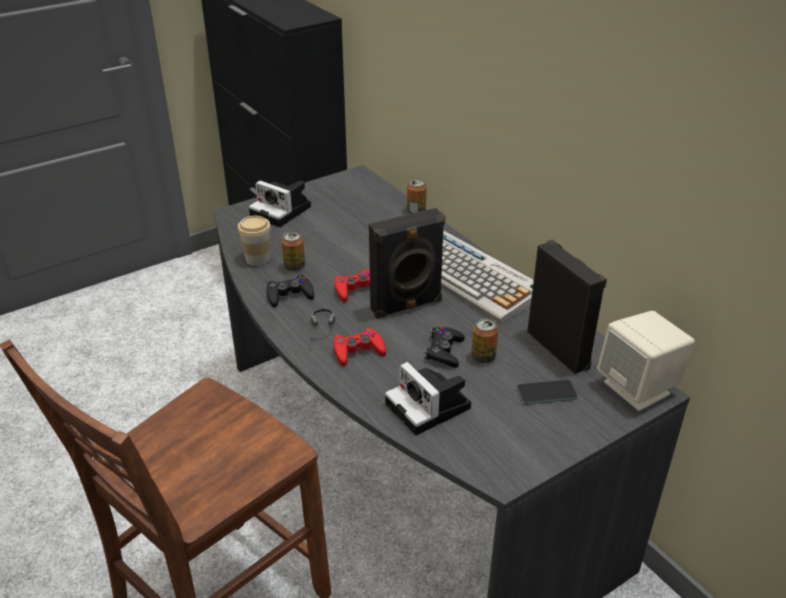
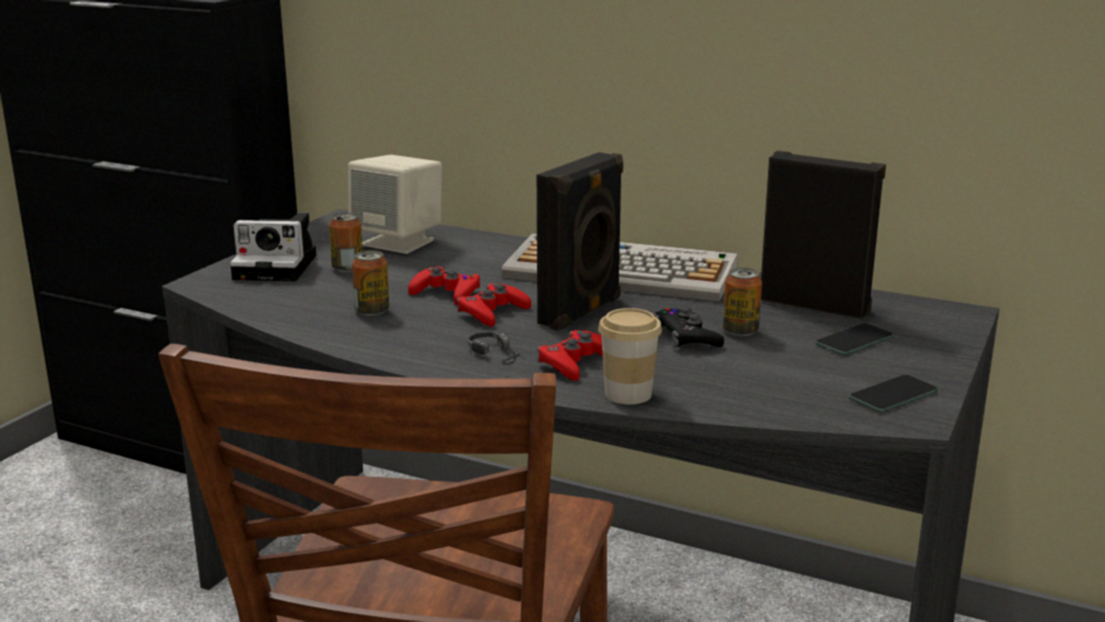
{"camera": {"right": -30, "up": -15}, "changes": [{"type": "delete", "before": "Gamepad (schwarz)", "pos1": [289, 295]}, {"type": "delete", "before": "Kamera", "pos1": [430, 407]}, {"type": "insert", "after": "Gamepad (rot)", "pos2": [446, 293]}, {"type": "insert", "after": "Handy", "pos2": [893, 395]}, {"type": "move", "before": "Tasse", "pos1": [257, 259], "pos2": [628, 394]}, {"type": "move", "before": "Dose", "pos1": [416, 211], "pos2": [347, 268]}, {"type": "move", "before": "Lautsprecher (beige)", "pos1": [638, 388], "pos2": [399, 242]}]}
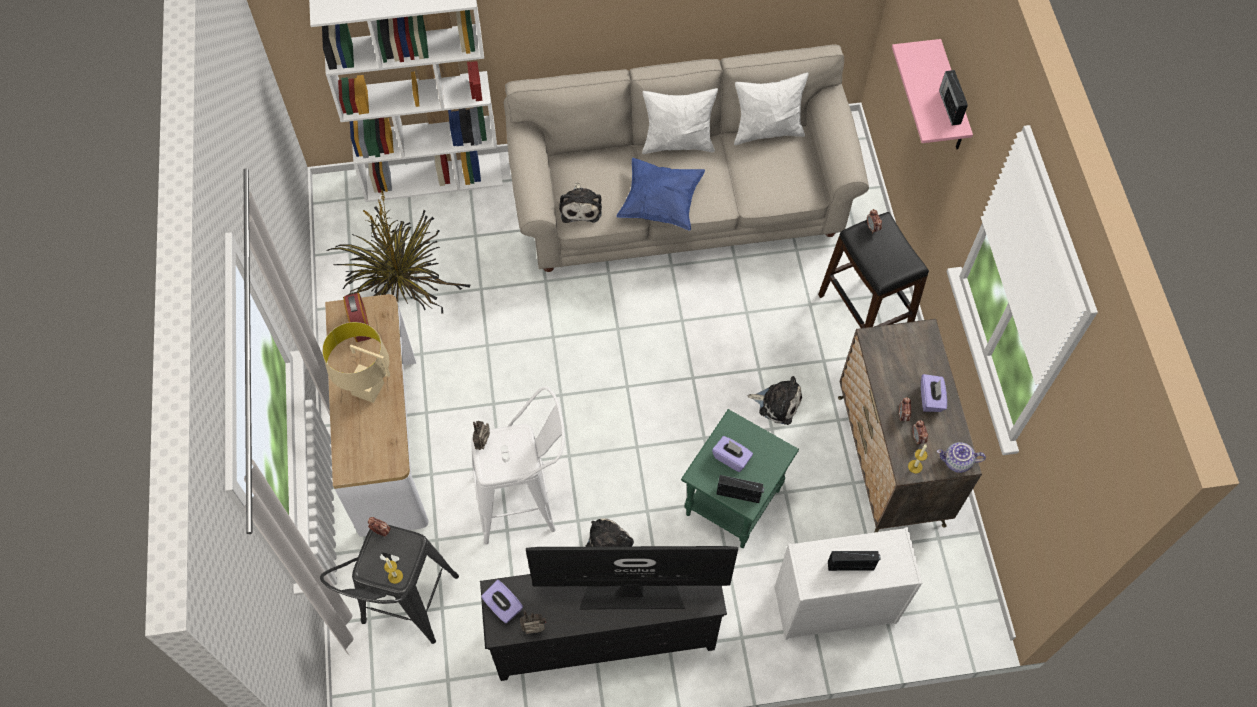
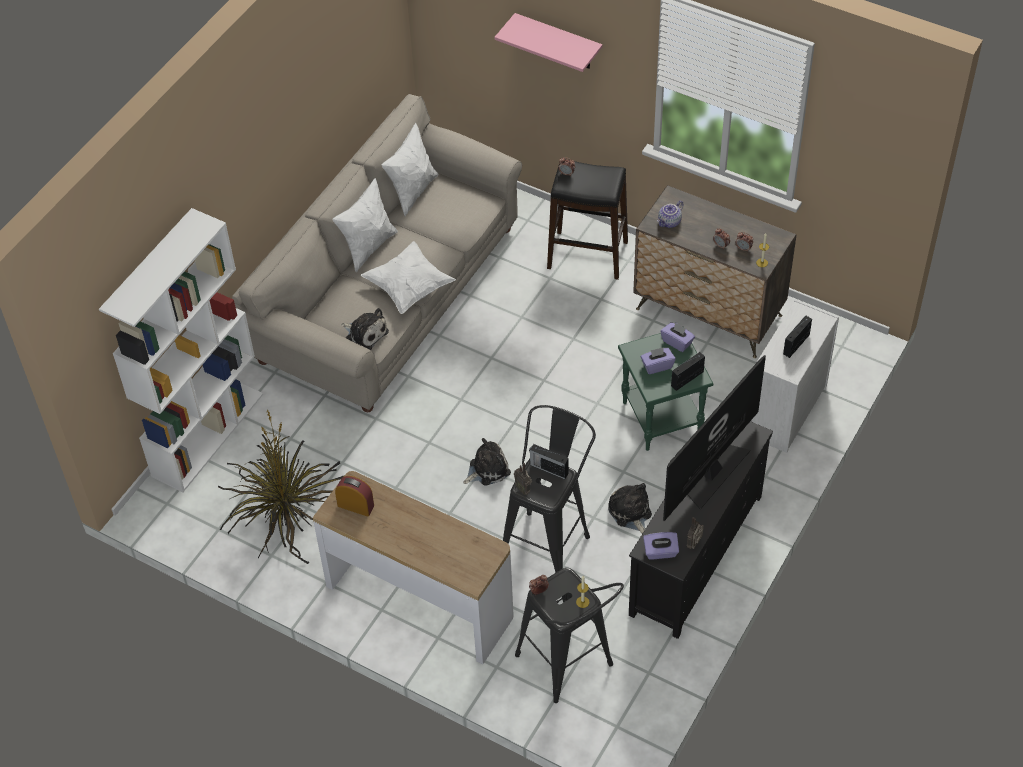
{"camera": {"right": -50, "up": -10}, "changes": [{"type": "delete", "before": "Tischlampe (beige)", "pos1": [369, 390]}, {"type": "move", "before": "Plüschtier", "pos1": [777, 403], "pos2": [487, 469]}, {"type": "move", "before": "Taschentuchbox (lila)", "pos1": [931, 399], "pos2": [677, 342]}, {"type": "move", "before": "Teekanne", "pos1": [956, 462], "pos2": [669, 222]}, {"type": "move", "before": "Radio", "pos1": [949, 106], "pos2": [548, 468]}, {"type": "recolor", "before": "Hocker (weiß)", "after": "Hocker (schwarz)", "pos1": [525, 501], "pos2": [549, 541]}, {"type": "recolor", "before": "Kissen (blau)", "after": "Kissen (weiß)", "pos1": [660, 203], "pos2": [409, 288]}]}
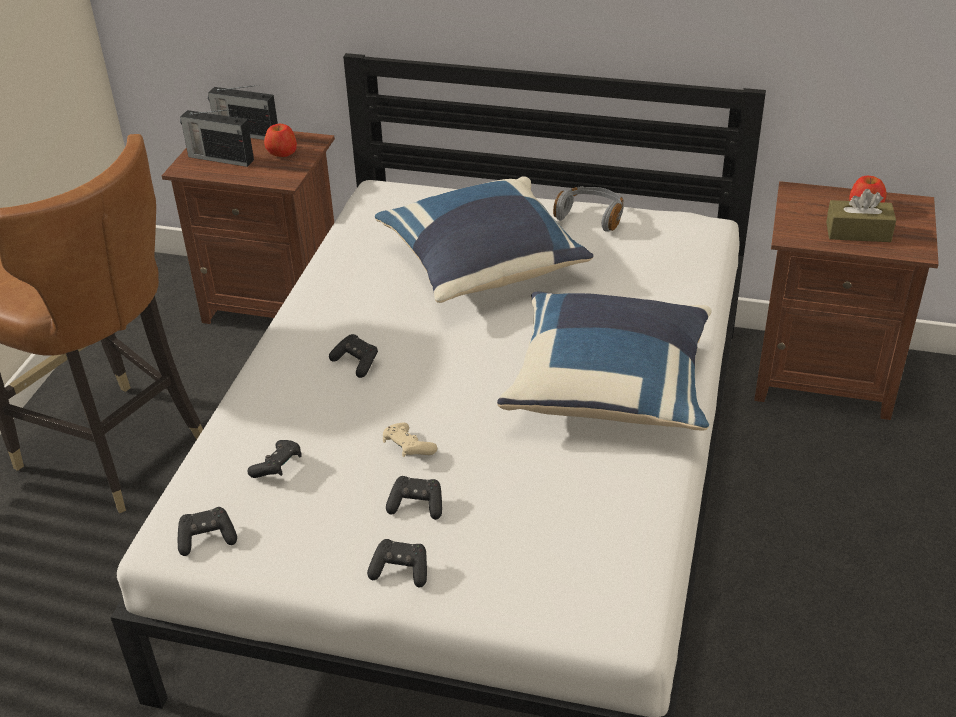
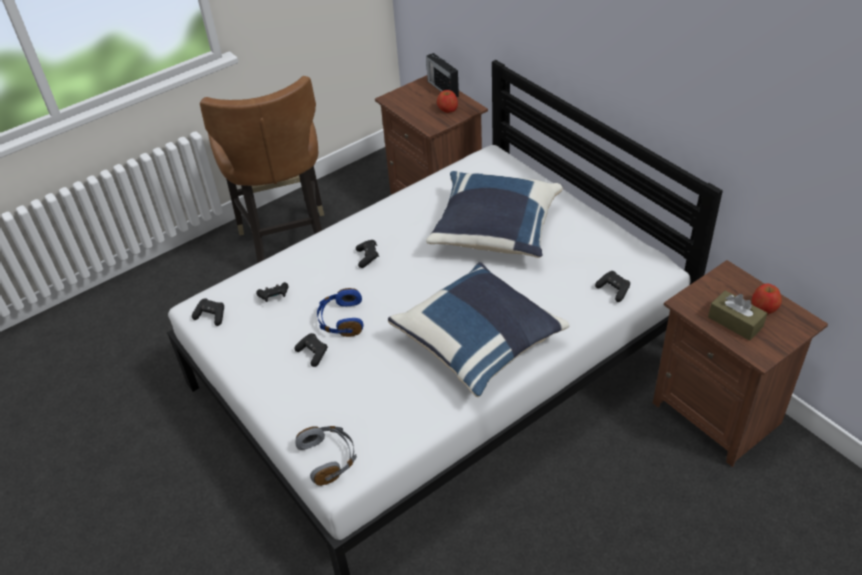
{"camera": {"right": 40, "up": 5}, "changes": [{"type": "delete", "before": "Radio", "pos1": [220, 158]}, {"type": "move", "before": "Gamepad (schwarz)", "pos1": [400, 570], "pos2": [613, 290]}, {"type": "move", "before": "Kopfhörer (grau)", "pos1": [591, 216], "pos2": [329, 458]}, {"type": "replace", "before": "Gamepad (beige)", "after": "Kopfhörer (blau)", "pos1": [408, 448], "pos2": [341, 320]}]}
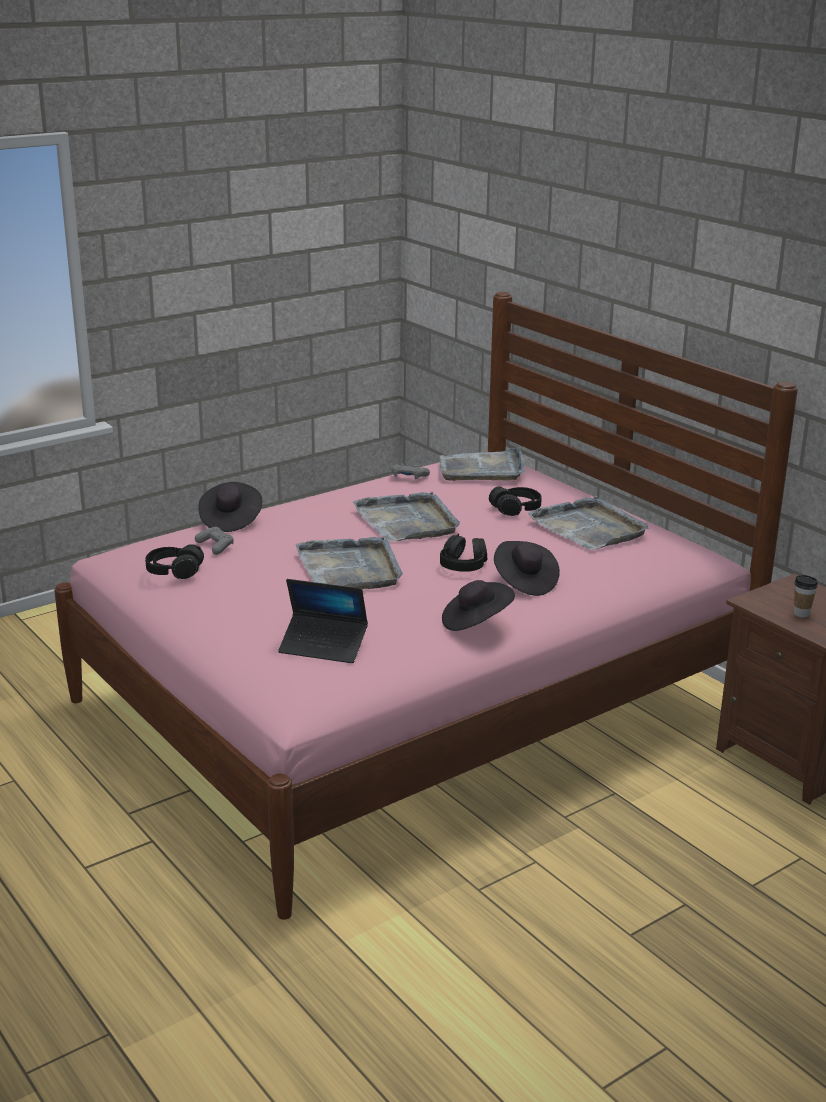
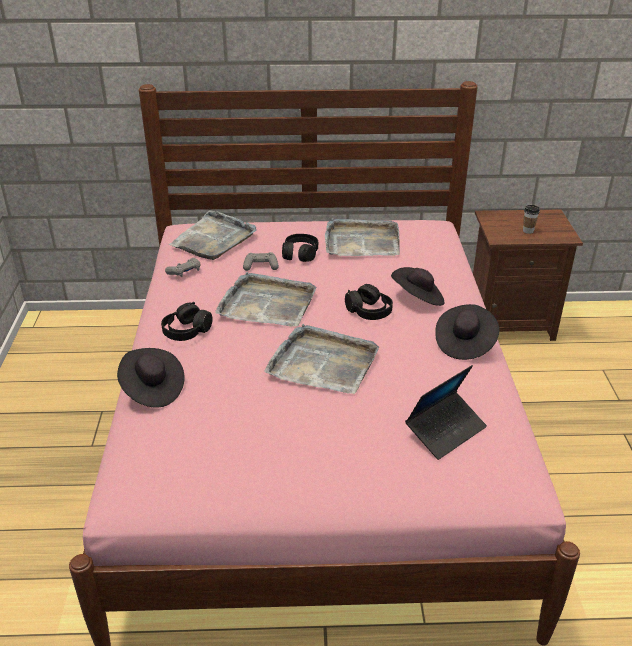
{"camera": {"right": -55, "up": 10}, "changes": [{"type": "move", "before": "Kopfhörer (schwarz)", "pos1": [174, 571], "pos2": [186, 331]}, {"type": "move", "before": "Gamepad (grau)", "pos1": [215, 546], "pos2": [261, 266]}]}
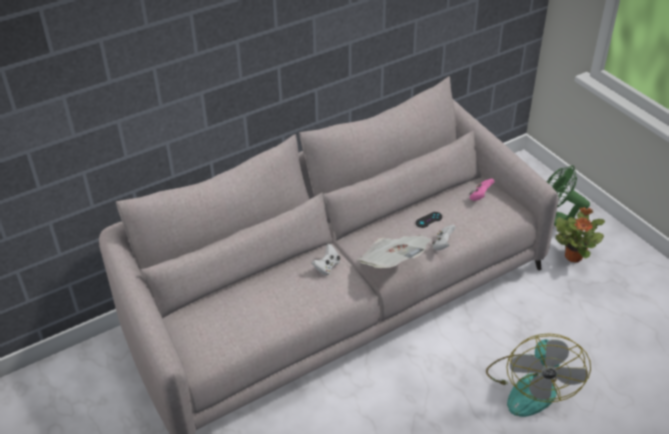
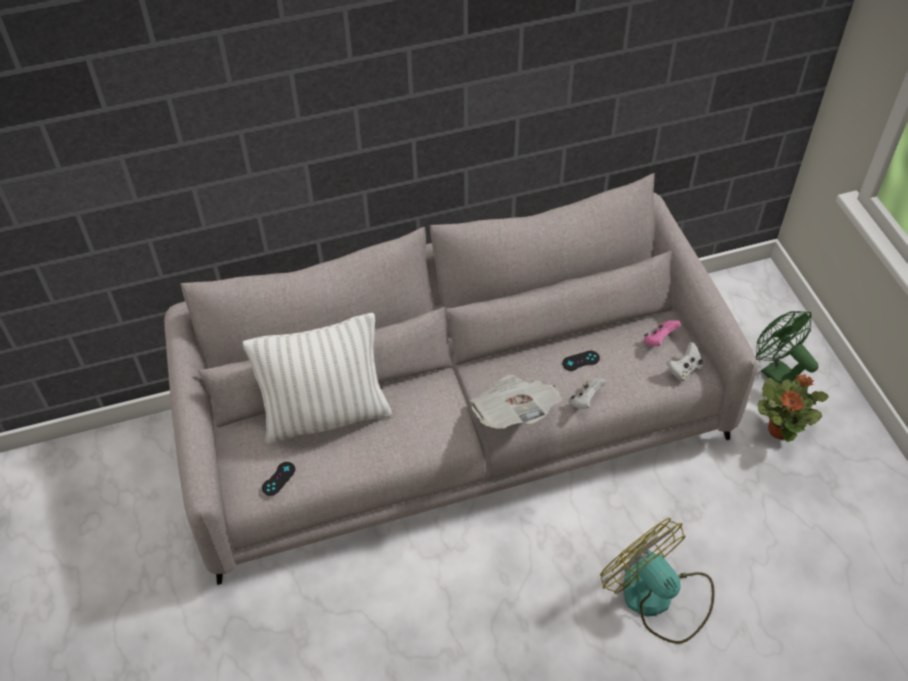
{"camera": {"right": 15, "up": 10}, "changes": [{"type": "insert", "after": "Kissen (weiß)", "pos2": [326, 415]}, {"type": "insert", "after": "Gamepad (schwarz)", "pos2": [278, 478]}, {"type": "move", "before": "Gamepad (weiß)", "pos1": [327, 267], "pos2": [684, 369]}, {"type": "rotate", "before": "Ventilator", "pos1": [530, 386], "pos2": [658, 597], "turn": 120}]}
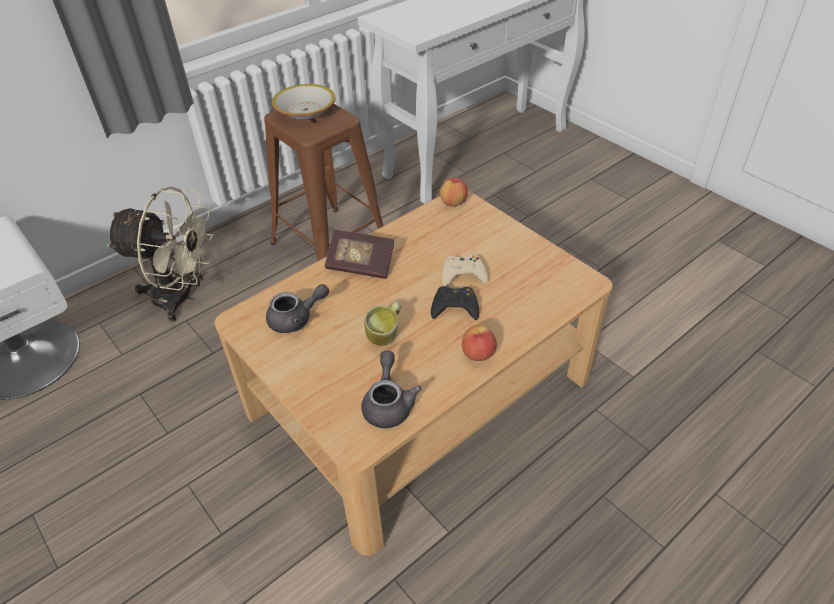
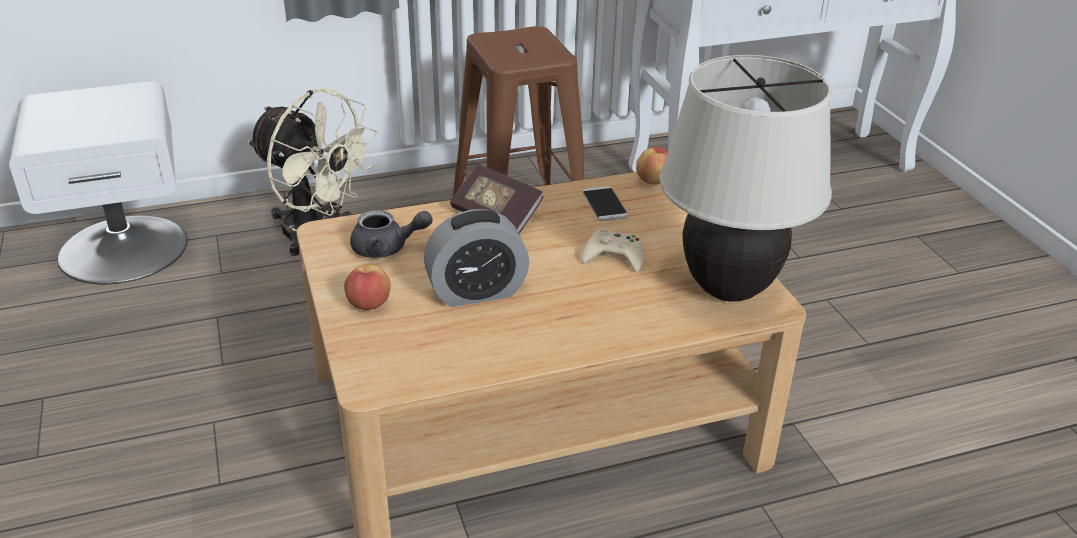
{"camera": {"right": 20, "up": -10}, "changes": [{"type": "delete", "before": "Schüssel", "pos1": [305, 110]}, {"type": "delete", "before": "Teekanne (grau)", "pos1": [388, 403]}, {"type": "delete", "before": "Gamepad (schwarz)", "pos1": [455, 307]}, {"type": "insert", "after": "Handy", "pos2": [604, 204]}, {"type": "insert", "after": "Tischlampe (beige)", "pos2": [728, 289]}, {"type": "move", "before": "Apfel", "pos1": [478, 354], "pos2": [369, 305]}, {"type": "replace", "before": "Henkelbecher", "after": "Wecker", "pos1": [386, 336], "pos2": [477, 292]}]}
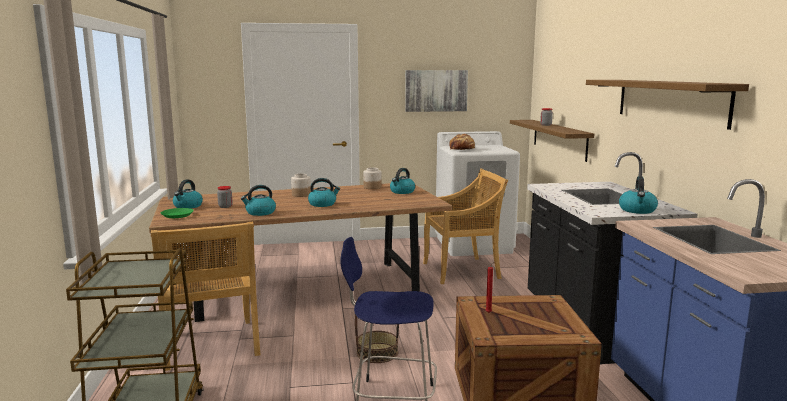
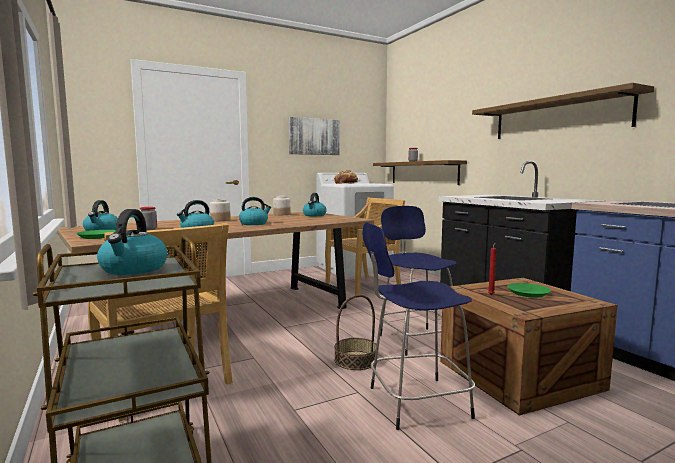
{"camera": {"right": -20, "up": -5}, "changes": [{"type": "insert", "after": "Hocker (blau)", "pos2": [415, 341]}, {"type": "insert", "after": "Teller (grün)", "pos2": [528, 293]}, {"type": "move", "before": "Wasserkessel", "pos1": [637, 210], "pos2": [134, 269]}]}
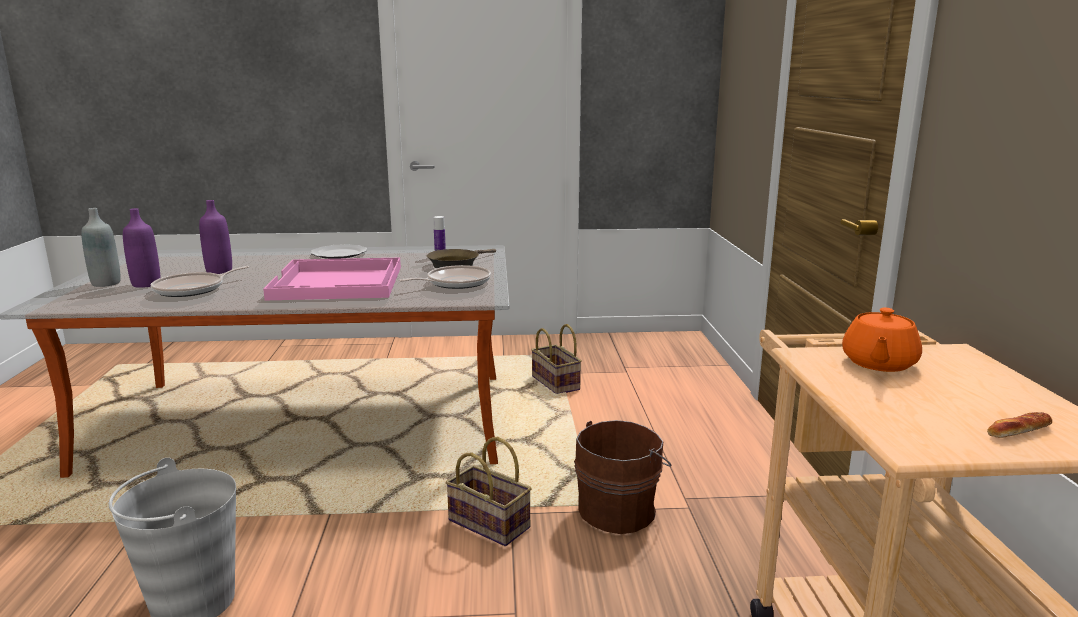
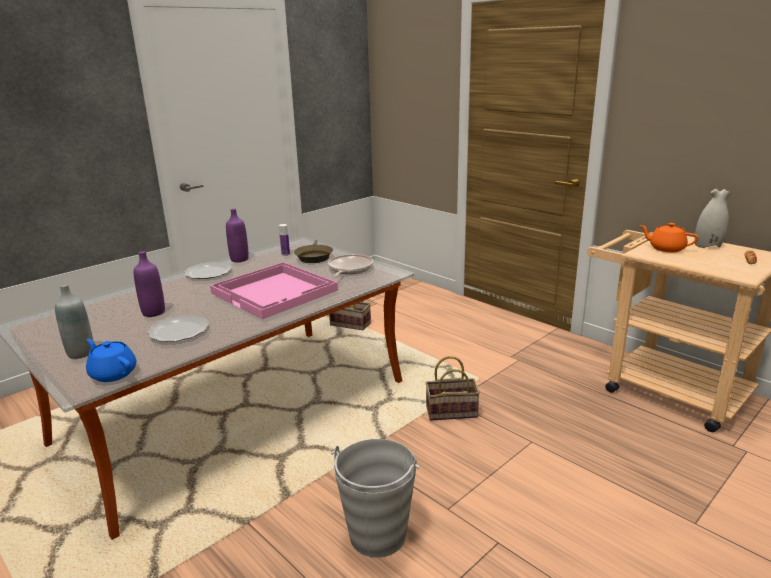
{"camera": {"right": -40, "up": 5}, "changes": [{"type": "delete", "before": "Eimer (braun)", "pos1": [620, 510]}, {"type": "insert", "after": "Teekanne (blau)", "pos2": [113, 373]}, {"type": "insert", "after": "Vase (weiß)", "pos2": [708, 245]}, {"type": "move", "before": "Flasche (lila)", "pos1": [146, 284], "pos2": [239, 259]}, {"type": "replace", "before": "Pfanne", "after": "Teller", "pos1": [193, 289], "pos2": [179, 331]}, {"type": "rotate", "before": "Teekanne (orange)", "pos1": [878, 363], "pos2": [666, 248], "turn": 135}]}
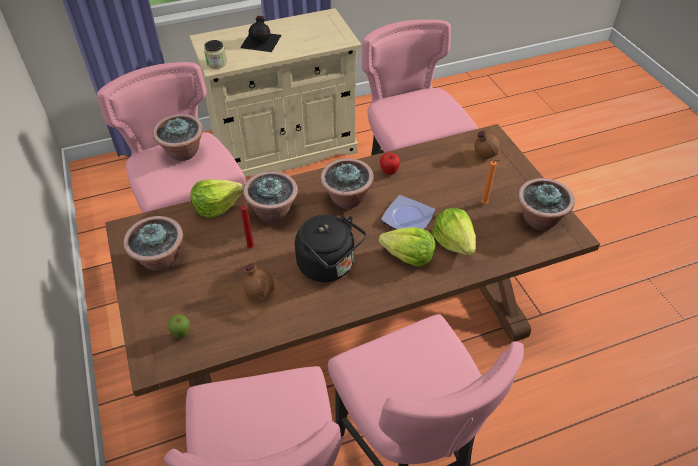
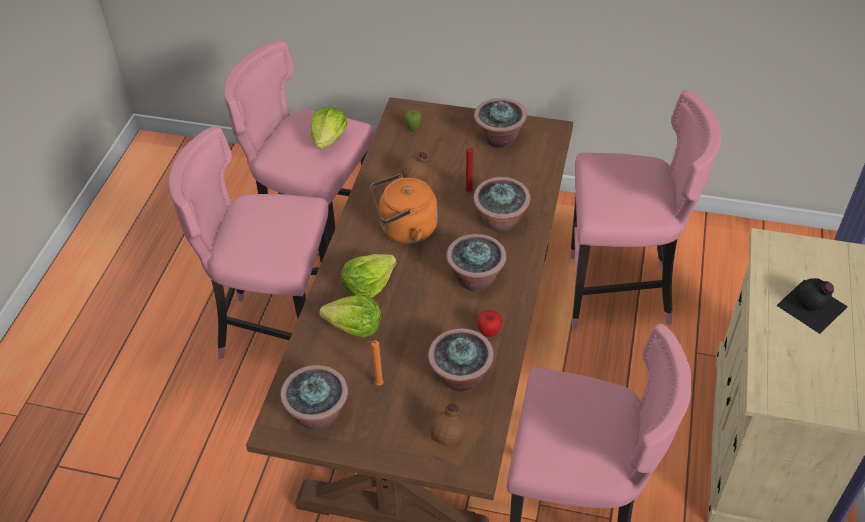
{"camera": {"right": 125, "up": 0}, "changes": [{"type": "delete", "before": "Vorratsglas", "pos1": [216, 63]}, {"type": "delete", "before": "Teller", "pos1": [406, 218]}, {"type": "move", "before": "Topfpflanze", "pos1": [183, 153], "pos2": [460, 377]}, {"type": "move", "before": "Salatkopf", "pos1": [216, 206], "pos2": [328, 139]}, {"type": "recolor", "before": "Wasserkessel (schwarz)", "after": "Wasserkessel (orange)", "pos1": [329, 266], "pos2": [405, 230]}]}
